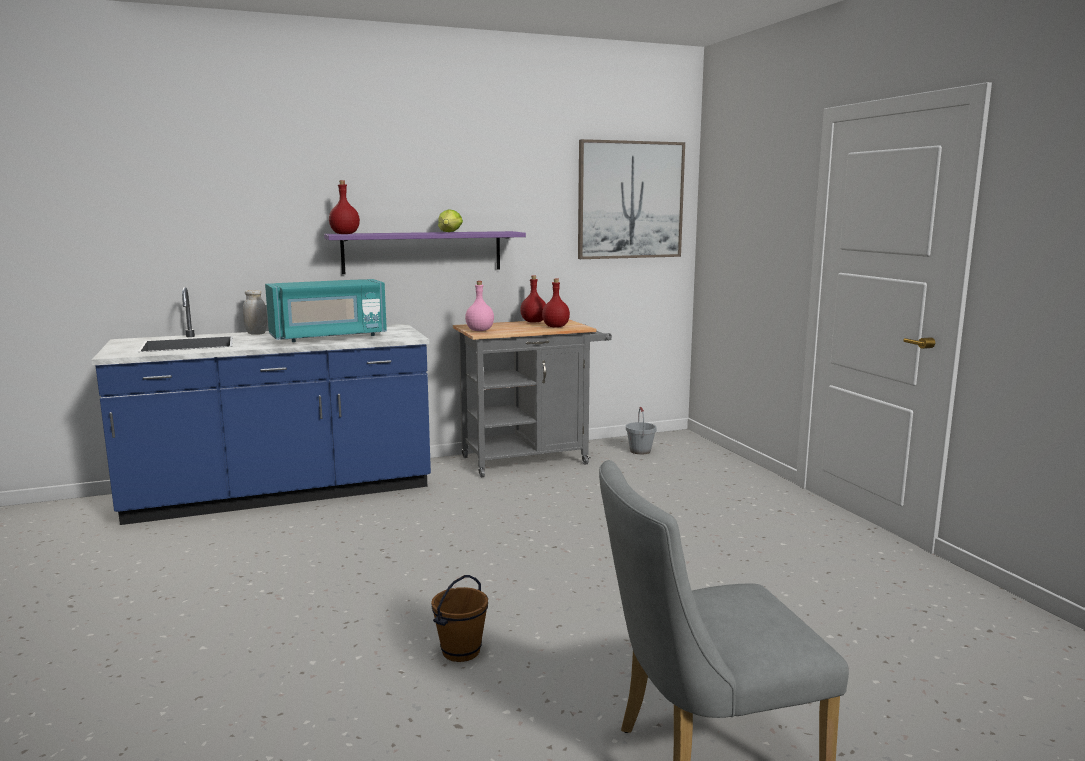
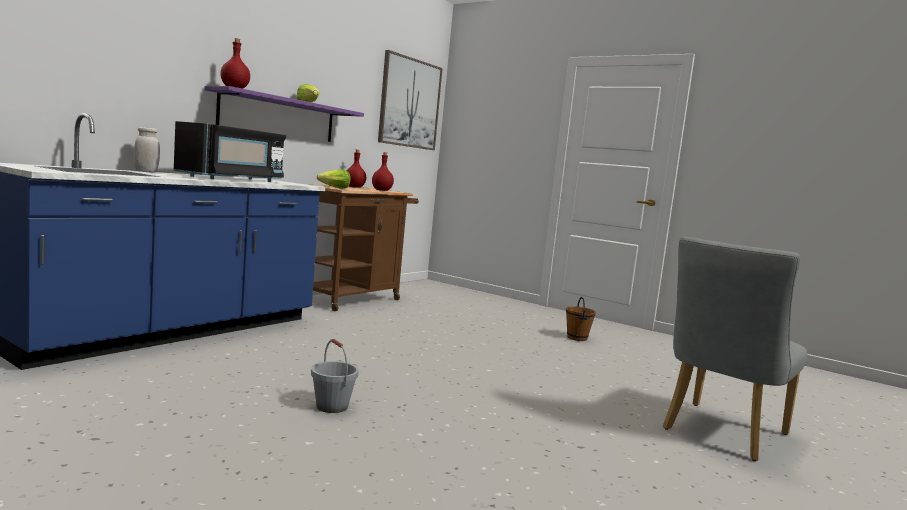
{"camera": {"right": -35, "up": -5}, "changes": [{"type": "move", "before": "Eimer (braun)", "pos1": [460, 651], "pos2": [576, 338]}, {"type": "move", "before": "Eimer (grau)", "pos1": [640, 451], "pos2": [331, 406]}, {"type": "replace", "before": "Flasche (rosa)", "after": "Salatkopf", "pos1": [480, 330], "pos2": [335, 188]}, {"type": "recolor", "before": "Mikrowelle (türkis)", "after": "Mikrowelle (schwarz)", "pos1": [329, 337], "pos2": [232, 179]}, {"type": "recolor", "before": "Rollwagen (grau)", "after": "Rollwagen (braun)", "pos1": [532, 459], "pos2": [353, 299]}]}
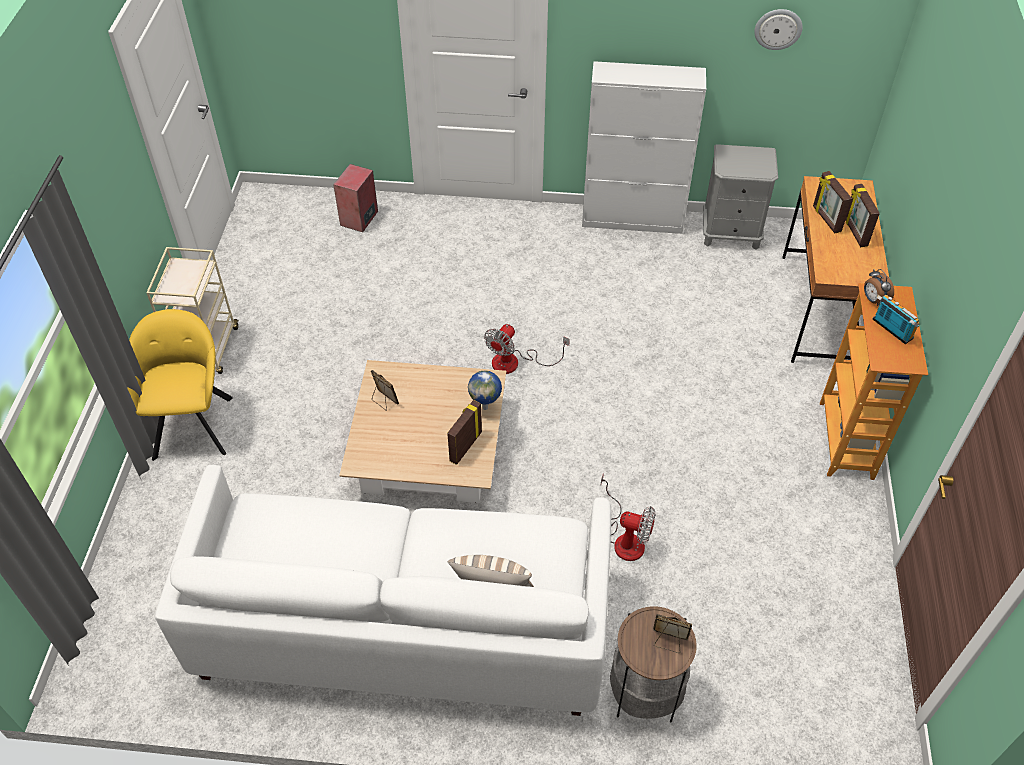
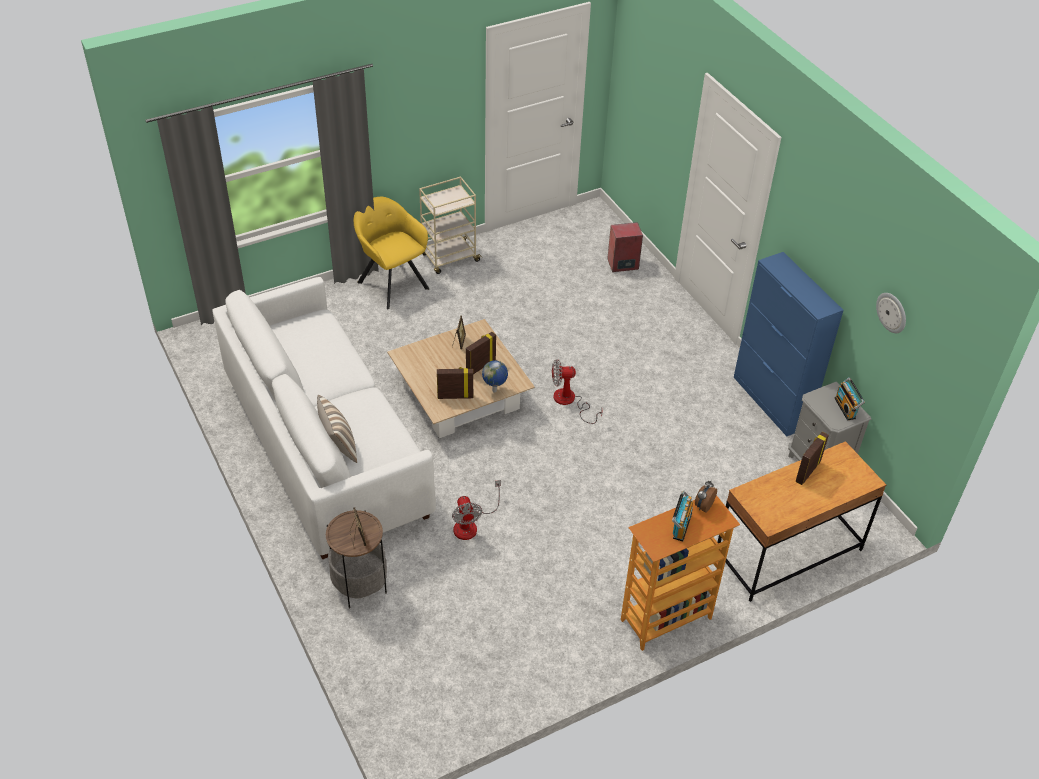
{"camera": {"right": 55, "up": -5}, "changes": [{"type": "insert", "after": "Radio", "pos2": [846, 408]}, {"type": "move", "before": "Bilderrahmen", "pos1": [854, 232], "pos2": [480, 366]}, {"type": "recolor", "before": "Schrank (weiß)", "after": "Schrank (blau)", "pos1": [633, 220], "pos2": [771, 402]}, {"type": "rotate", "before": "Sessel (gelb)", "pos1": [193, 423], "pos2": [392, 283], "turn": -90}]}
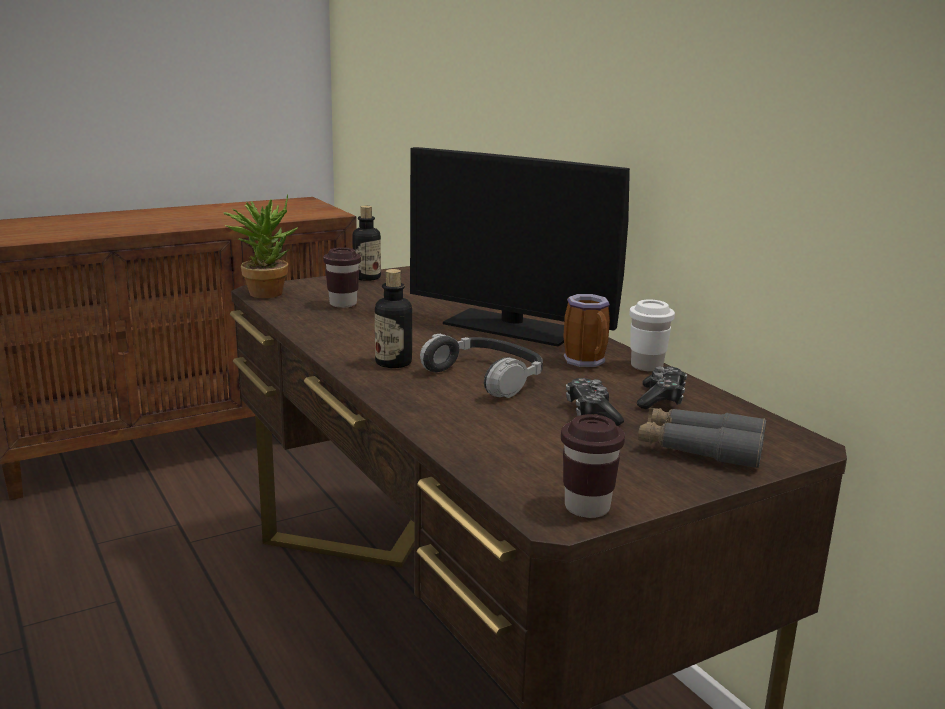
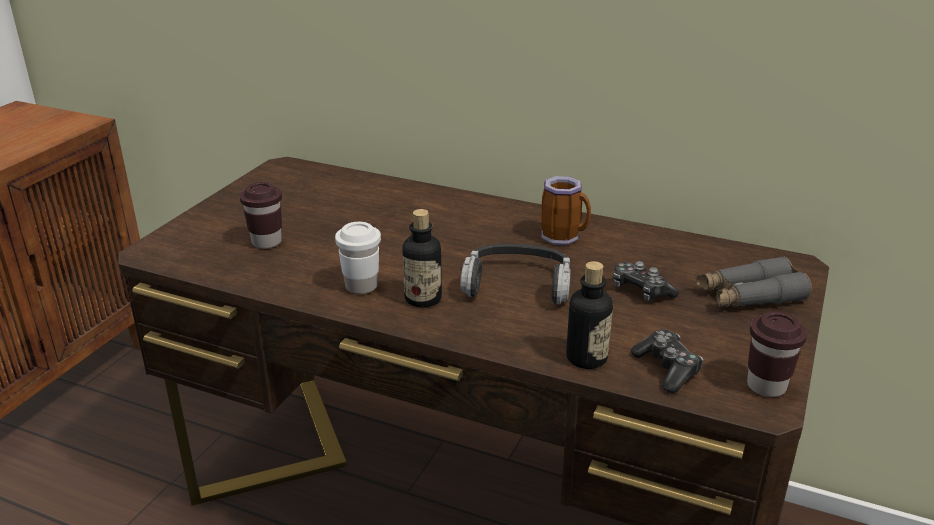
{"camera": {"right": -35, "up": 10}, "changes": [{"type": "delete", "before": "Topfpflanze", "pos1": [264, 292]}, {"type": "delete", "before": "Monitor", "pos1": [511, 327]}, {"type": "move", "before": "Flasche", "pos1": [367, 277], "pos2": [586, 358]}, {"type": "move", "before": "Tasse (weiß)", "pos1": [646, 366], "pos2": [361, 286]}, {"type": "move", "before": "Gamepad", "pos1": [661, 399], "pos2": [667, 369]}]}
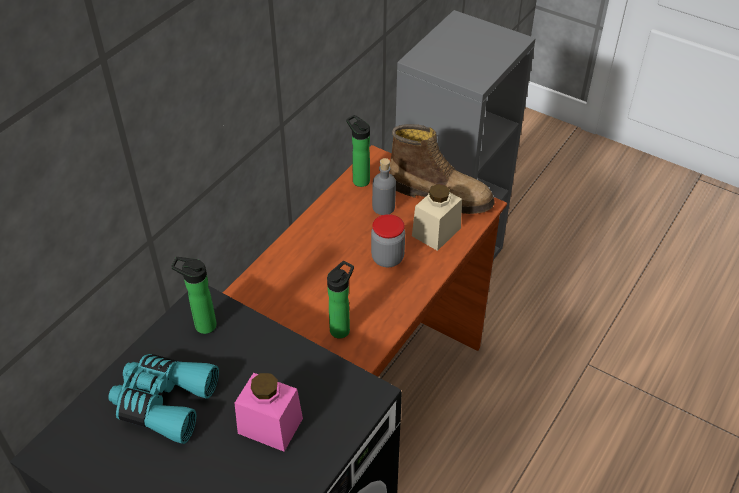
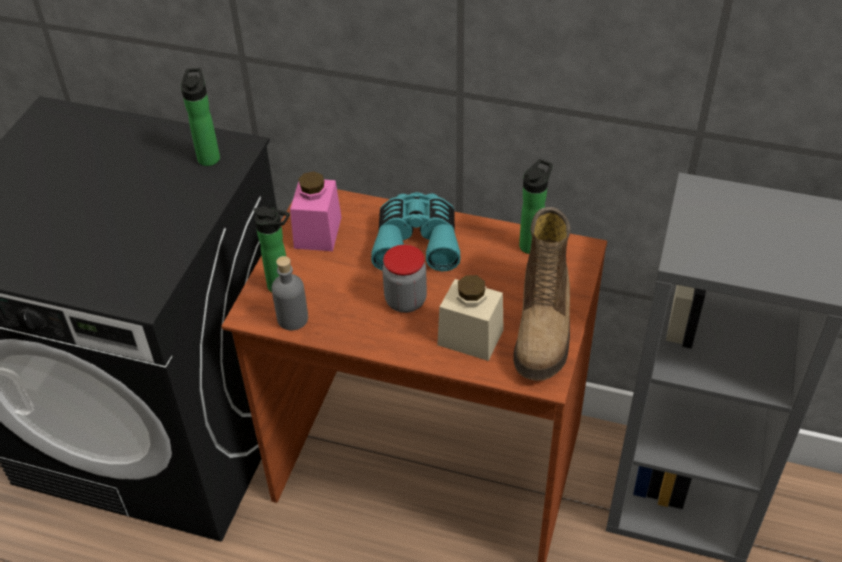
{"camera": {"right": 75, "up": 0}, "changes": [{"type": "move", "before": "Fernglas (türkis)", "pos1": [163, 402], "pos2": [417, 241]}, {"type": "move", "before": "Vorratsglas (rosa)", "pos1": [270, 426], "pos2": [318, 232]}, {"type": "move", "before": "Flasche (grau)", "pos1": [383, 207], "pos2": [292, 319]}]}
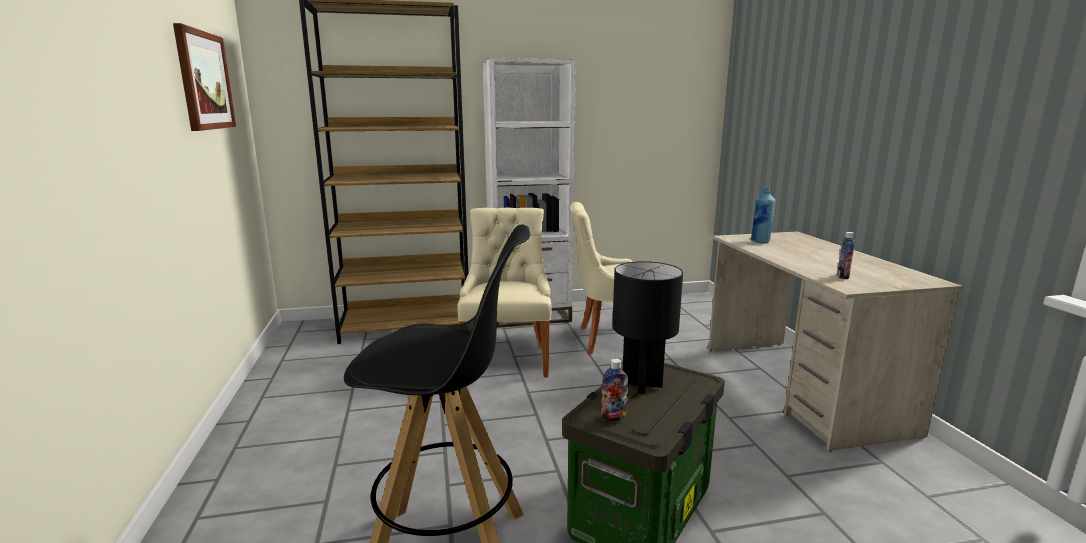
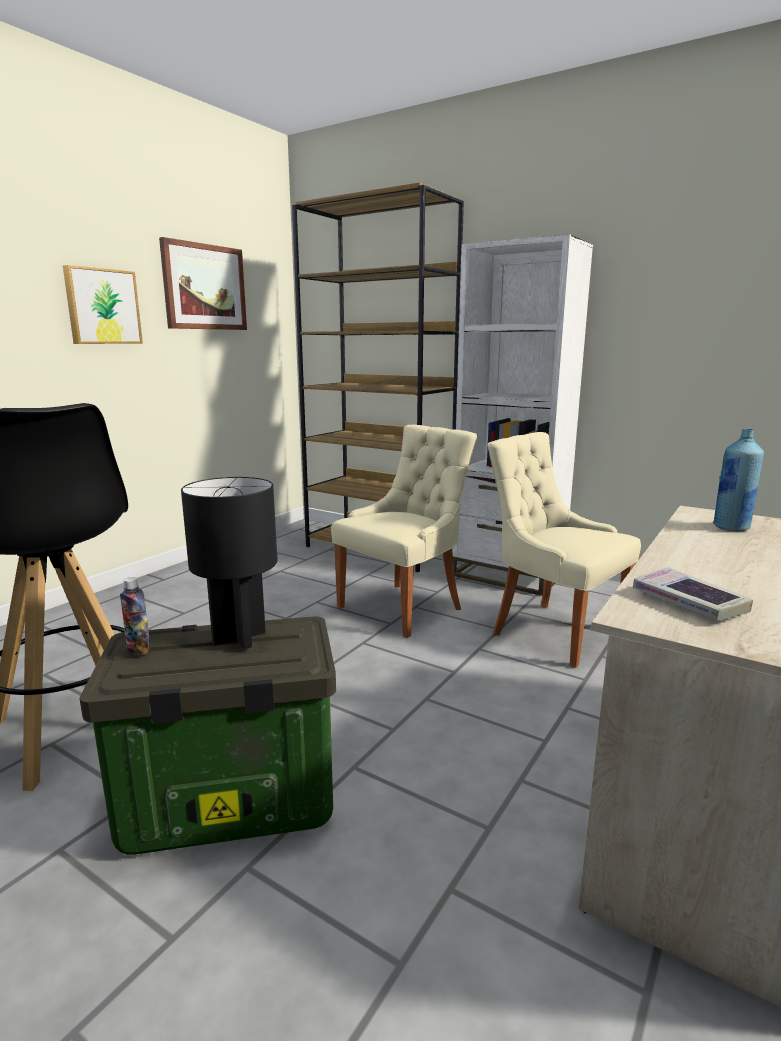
{"camera": {"right": 45, "up": 0}, "changes": [{"type": "insert", "after": "Bild", "pos2": [102, 307]}, {"type": "replace", "before": "Flasche", "after": "Buch", "pos1": [842, 277], "pos2": [688, 602]}]}
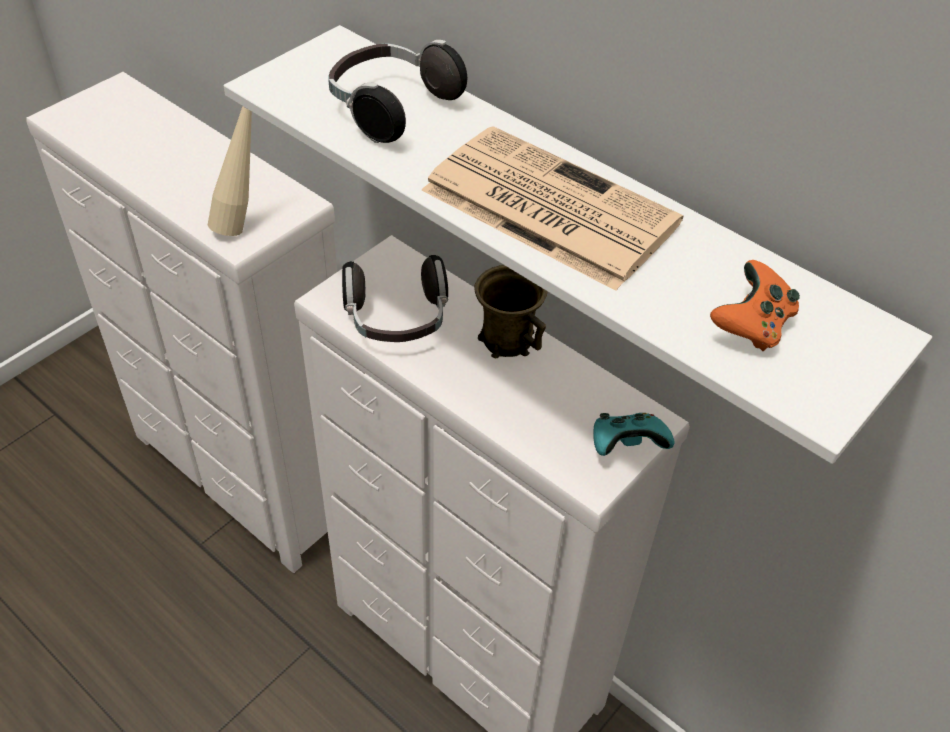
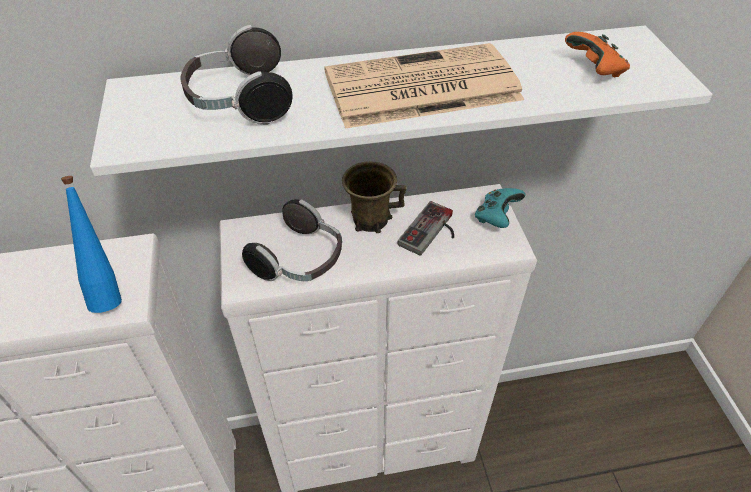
{"camera": {"right": -50, "up": 0}, "changes": [{"type": "insert", "after": "Gamepad", "pos2": [432, 232]}, {"type": "recolor", "before": "Flasche (beige)", "after": "Flasche (blau)", "pos1": [242, 222], "pos2": [109, 292]}]}
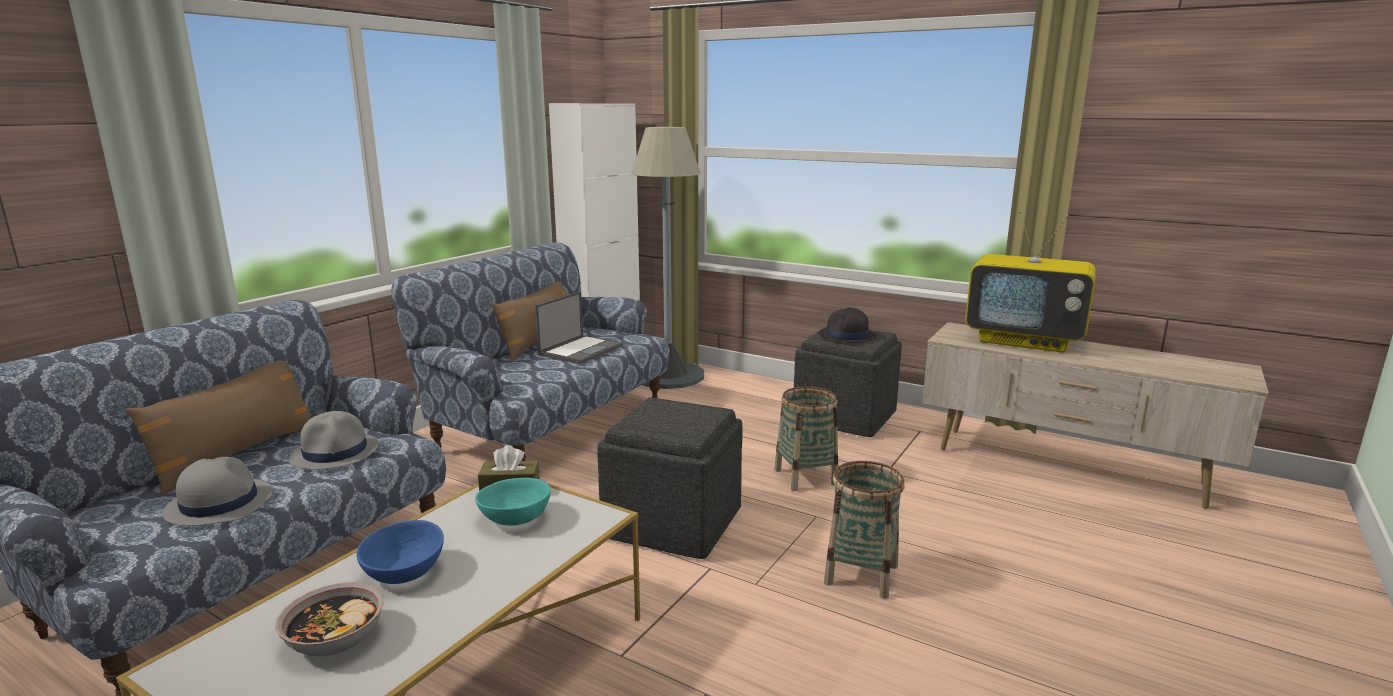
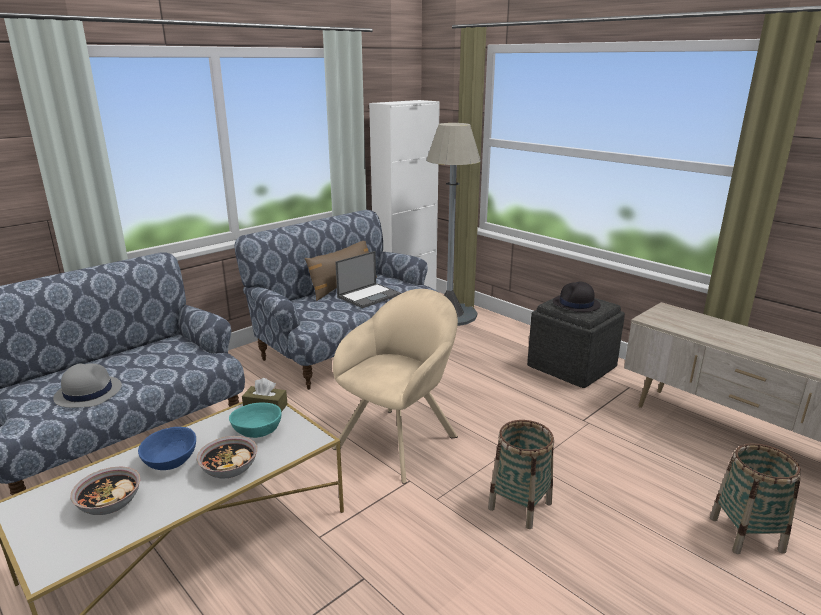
{"camera": {"right": 15, "up": 5}, "changes": [{"type": "delete", "before": "Kissen (braun)", "pos1": [237, 455]}, {"type": "delete", "before": "Hut (grau)", "pos1": [336, 452]}, {"type": "delete", "before": "Fernseher", "pos1": [1025, 340]}, {"type": "insert", "after": "Schüssel", "pos2": [229, 469]}, {"type": "move", "before": "Korb", "pos1": [805, 477], "pos2": [746, 534]}, {"type": "replace", "before": "Polsterhocker (grau)", "after": "Sessel (beige)", "pos1": [675, 522], "pos2": [400, 439]}]}
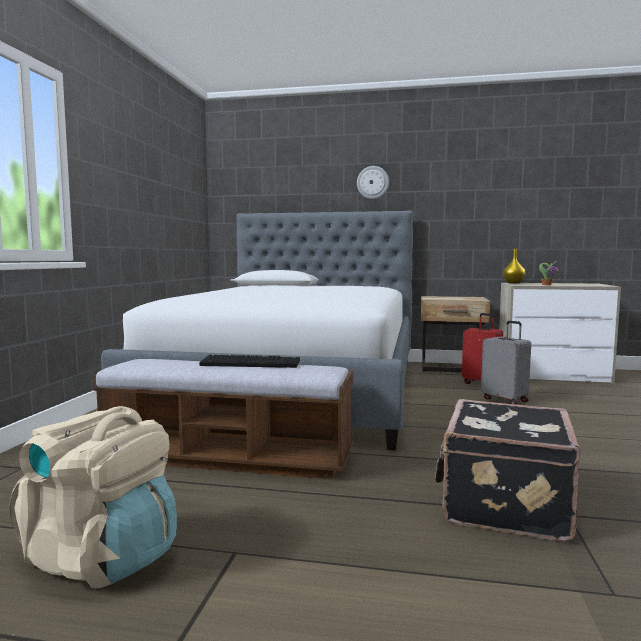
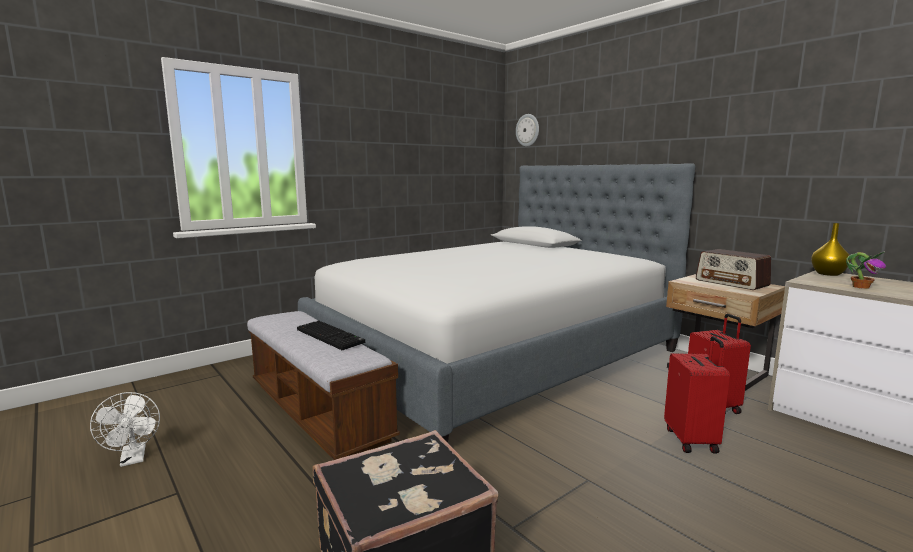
{"camera": {"right": 40, "up": 5}, "changes": [{"type": "insert", "after": "Radio", "pos2": [732, 283]}, {"type": "move", "before": "Wanduhr", "pos1": [372, 182], "pos2": [527, 130]}, {"type": "replace", "before": "Rucksack (beige)", "after": "Ventilator (weiß)", "pos1": [103, 558], "pos2": [133, 459]}, {"type": "recolor", "before": "Koffer (grau)", "after": "Koffer (rot)", "pos1": [505, 400], "pos2": [692, 440]}]}
